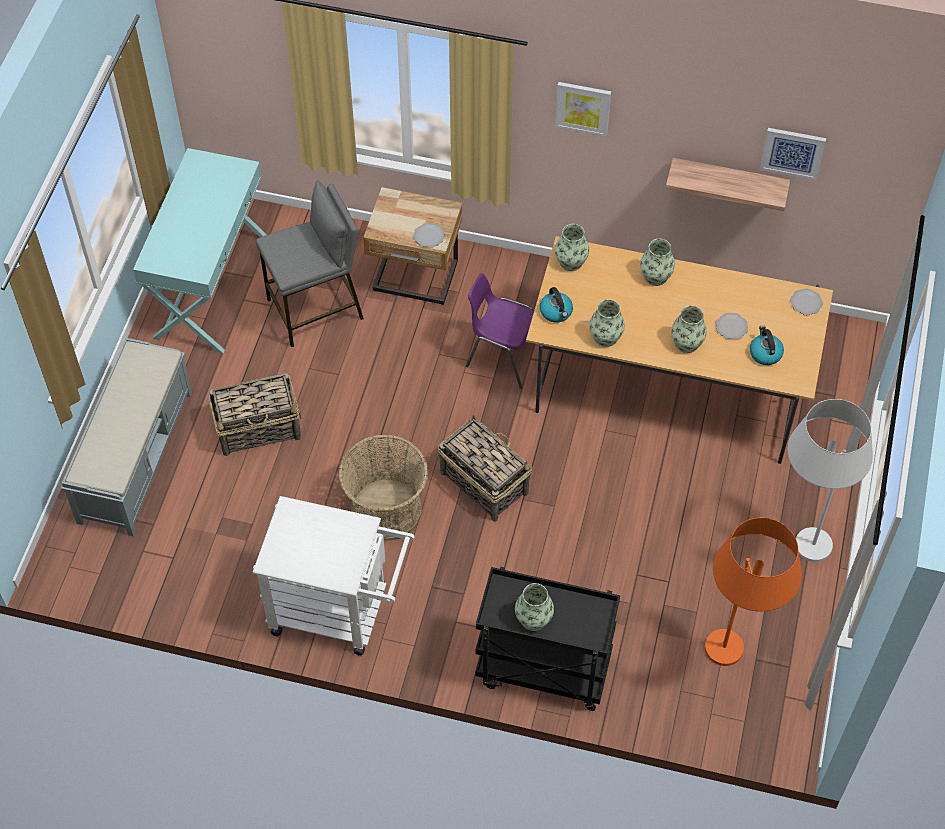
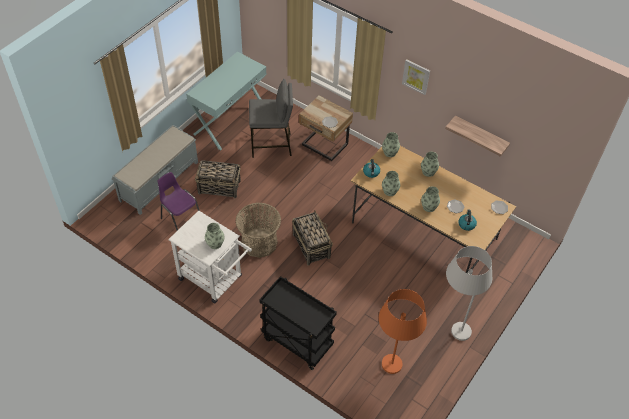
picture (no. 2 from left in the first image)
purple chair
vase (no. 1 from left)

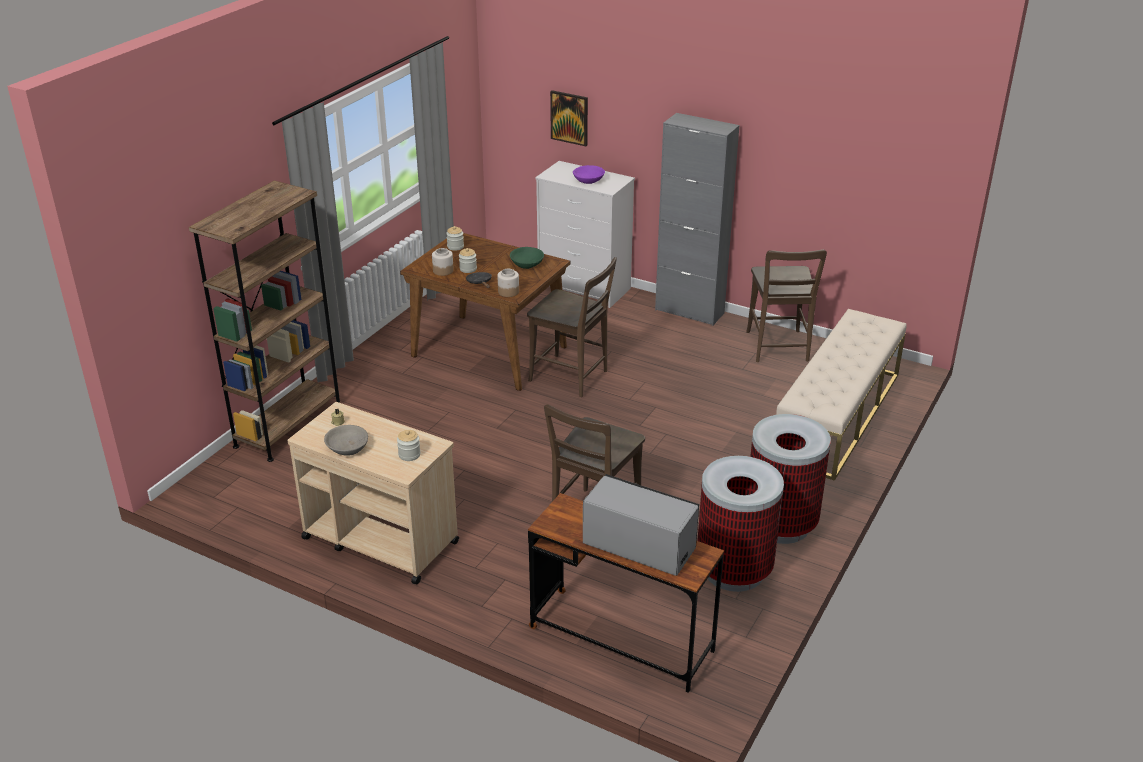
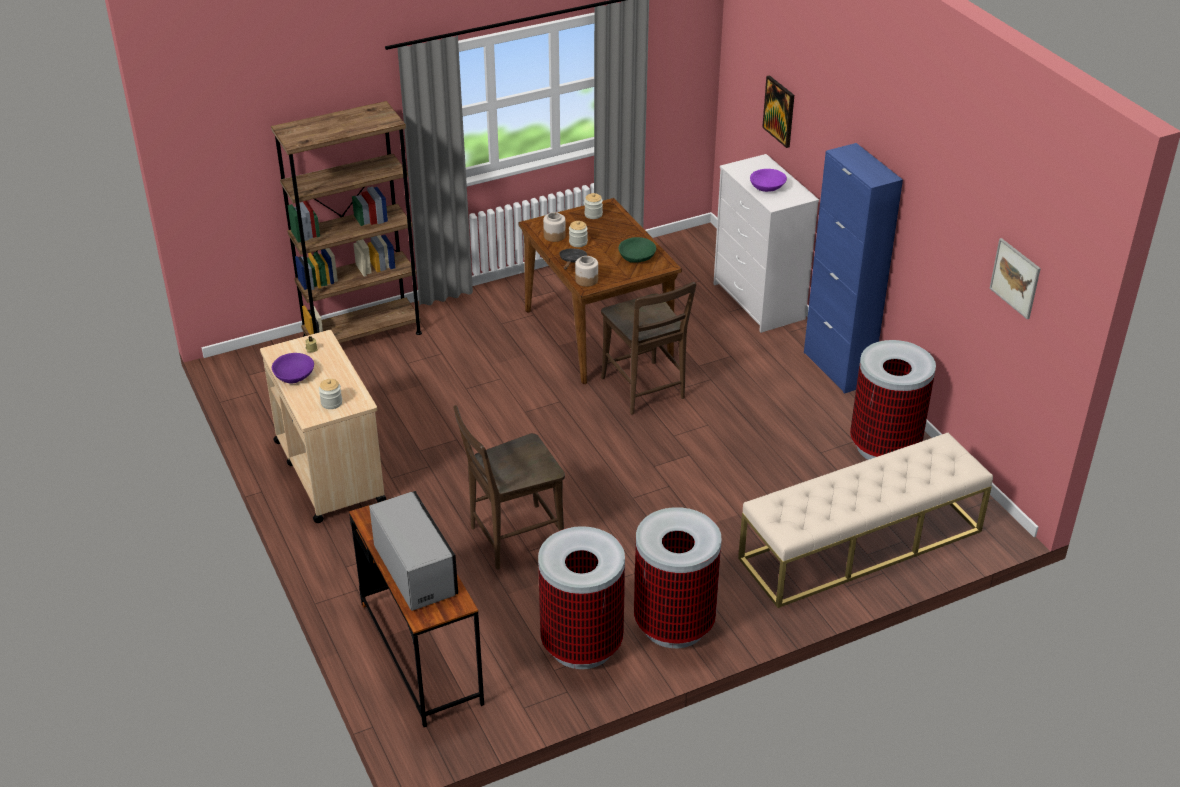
picture (no. 2 from left)
trash can (no. 3 from left)
purple bowl (no. 1 from left)
blue cabinet

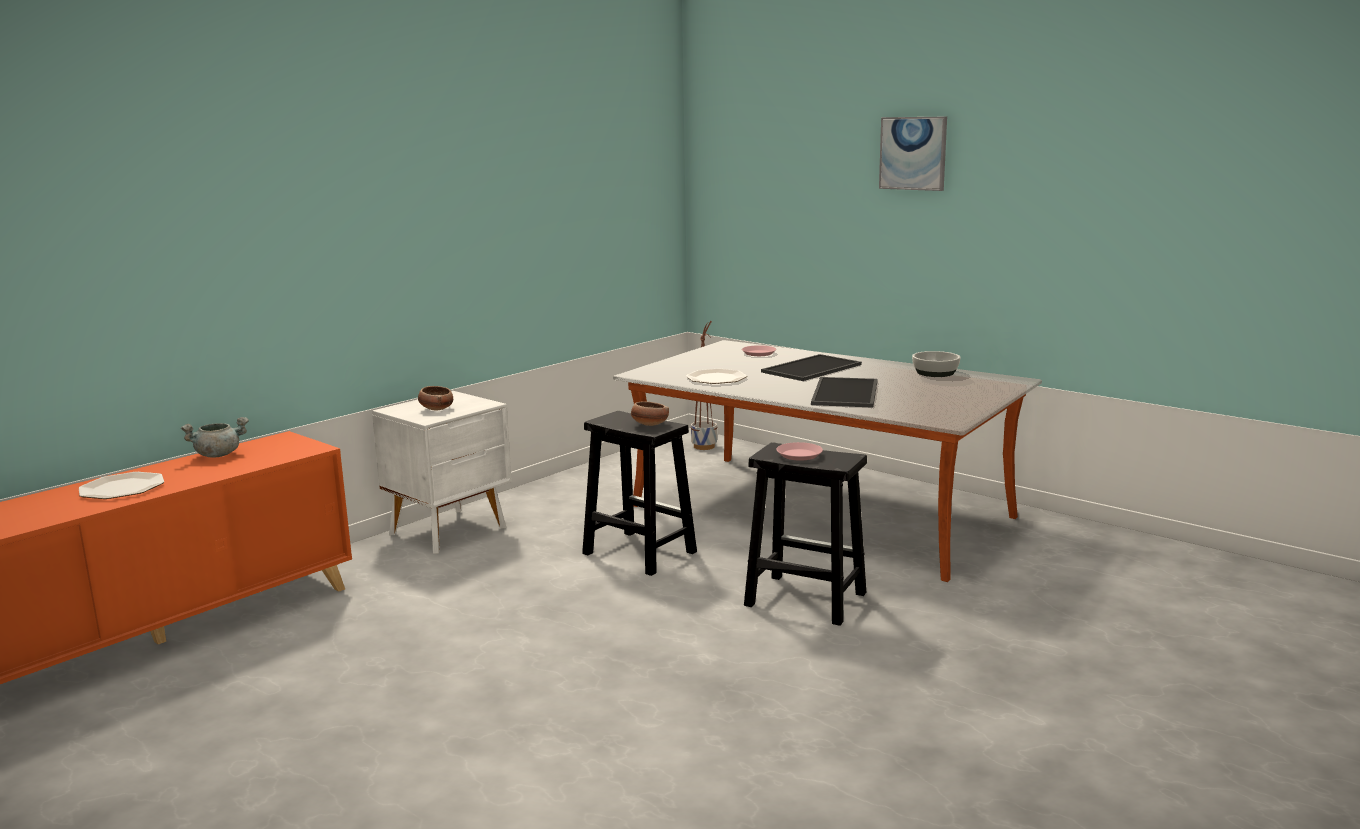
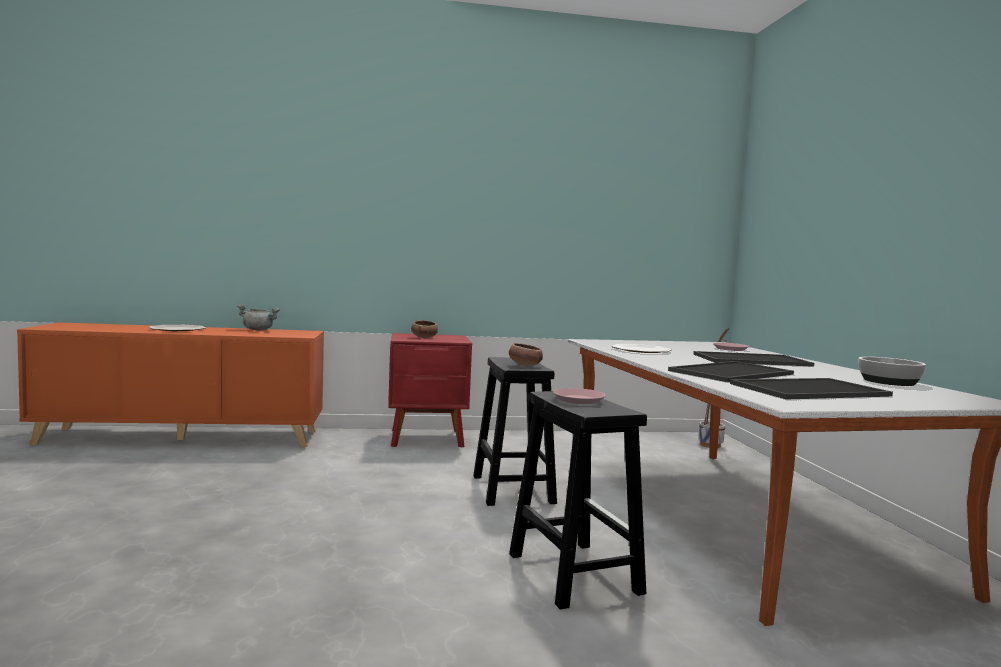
picture
tray (no. 3 from left)
red nightstand

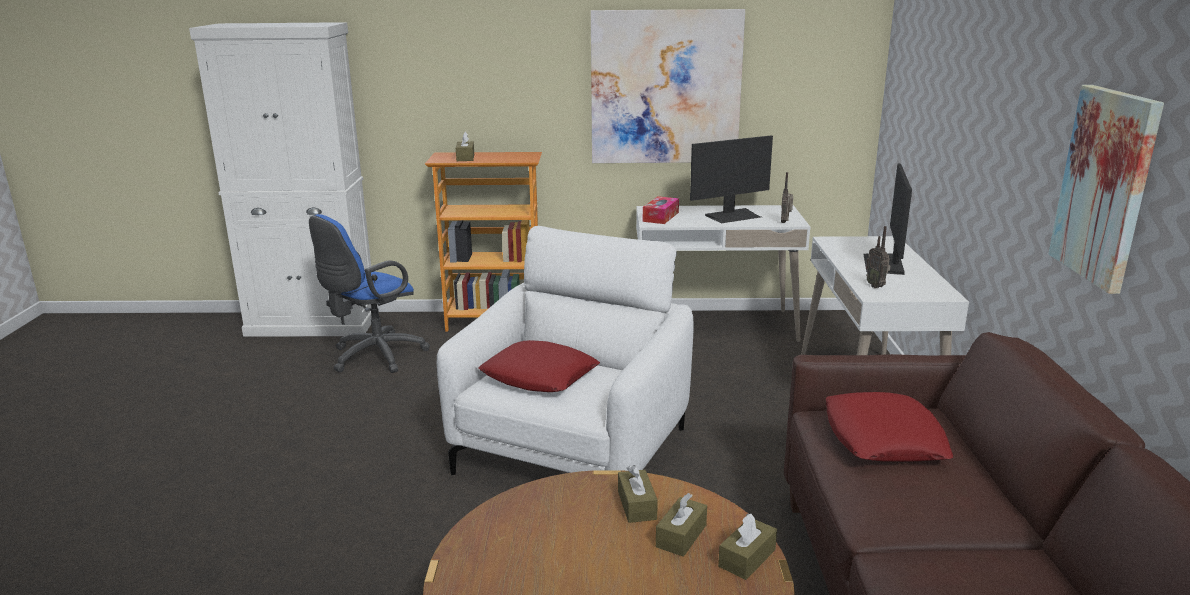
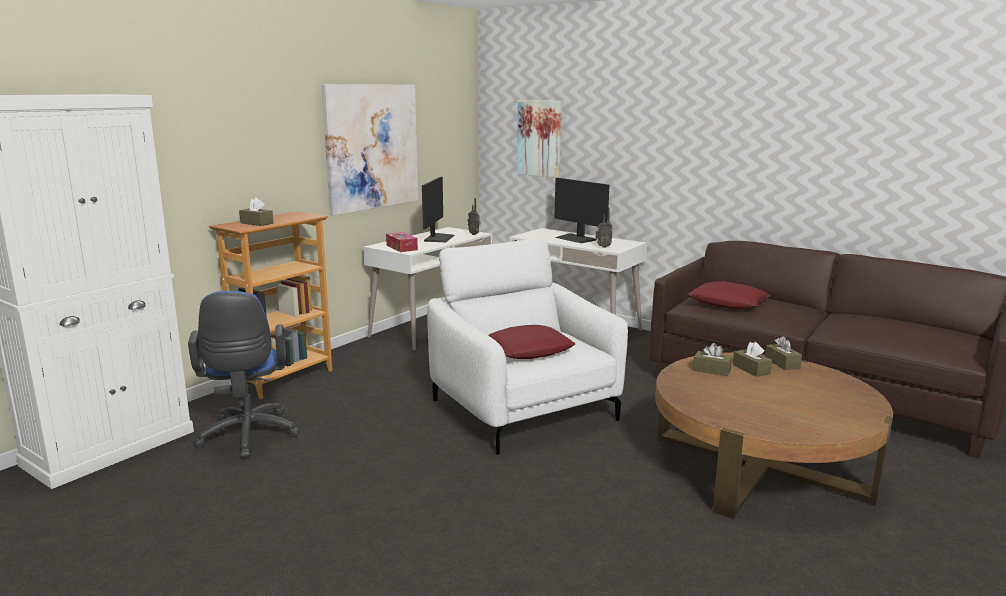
picture (no. 2 from left)

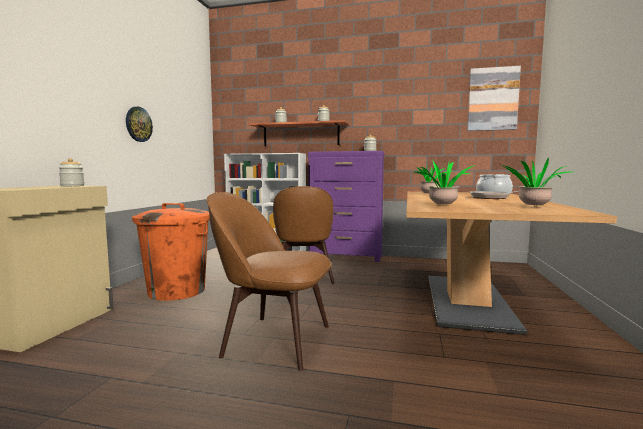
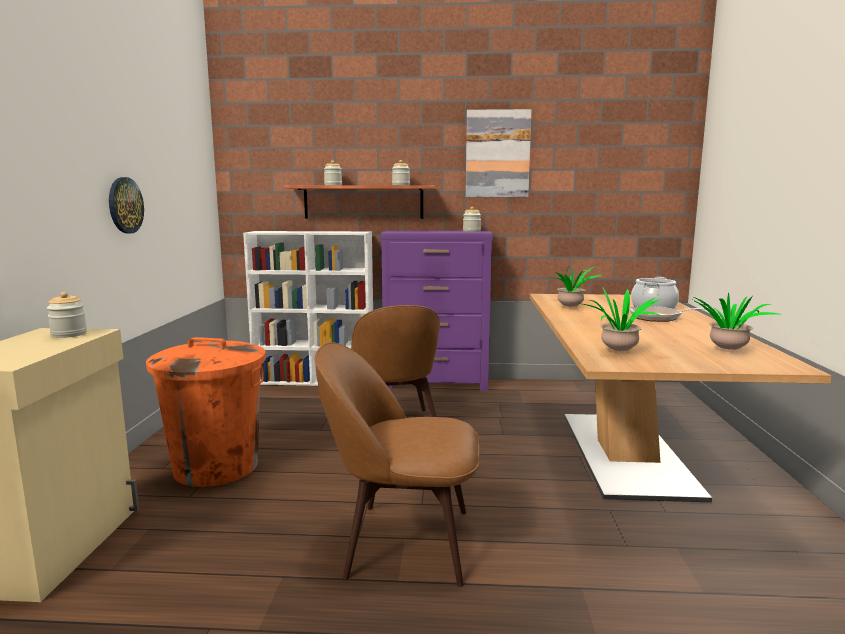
picture

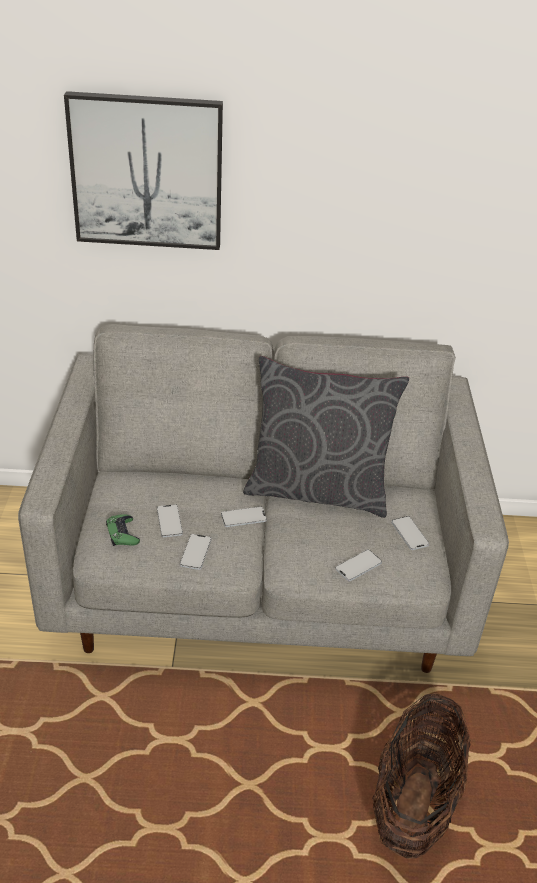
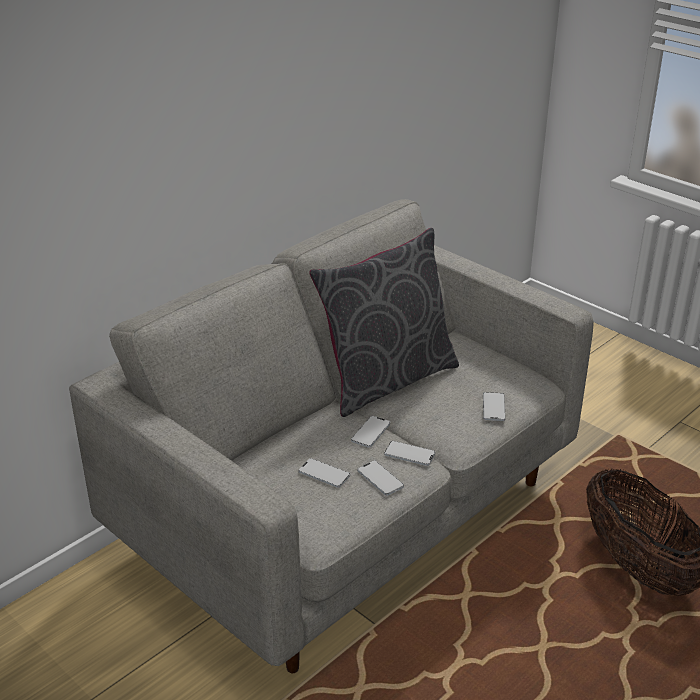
picture
green game controller
phone (no. 4 from left)

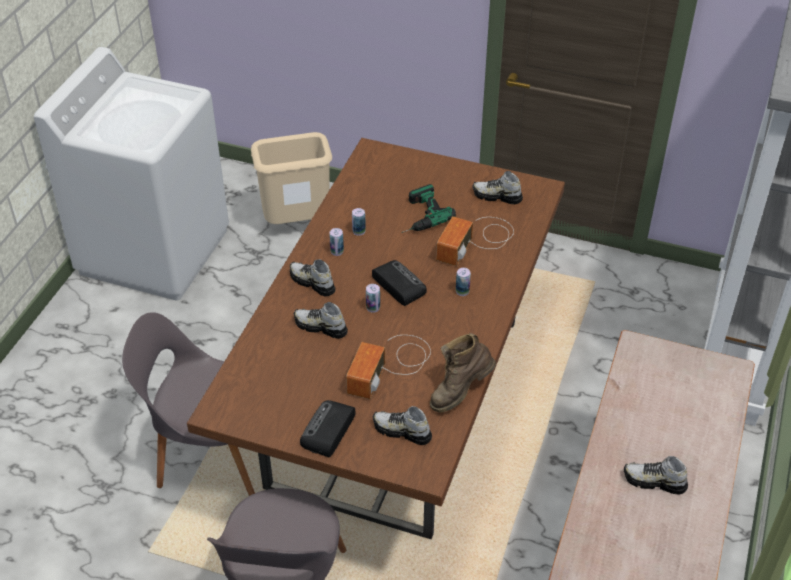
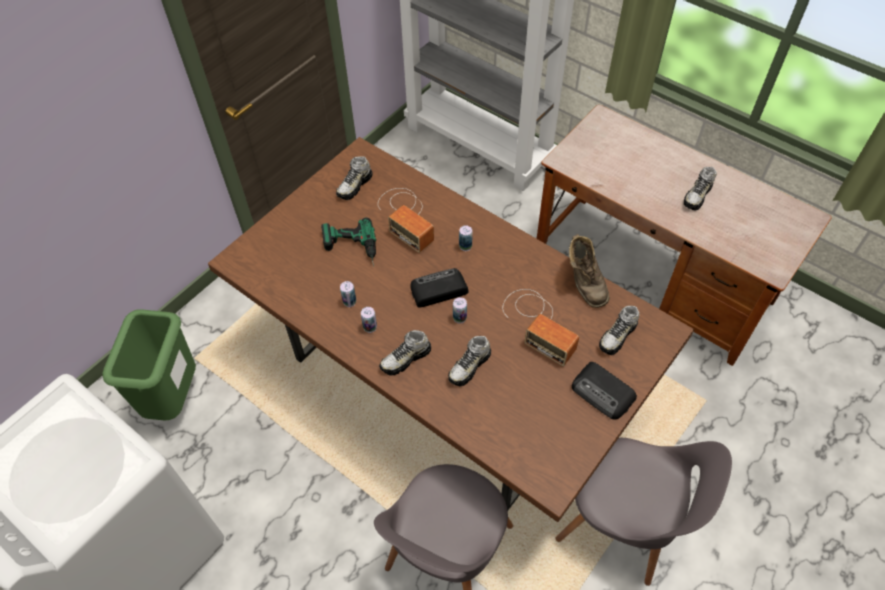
green trash can

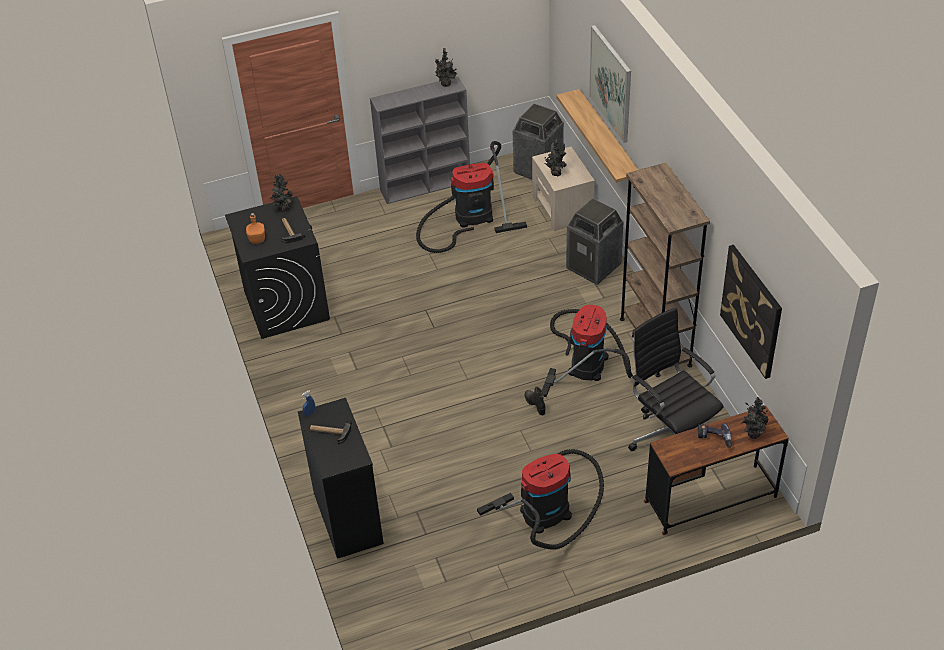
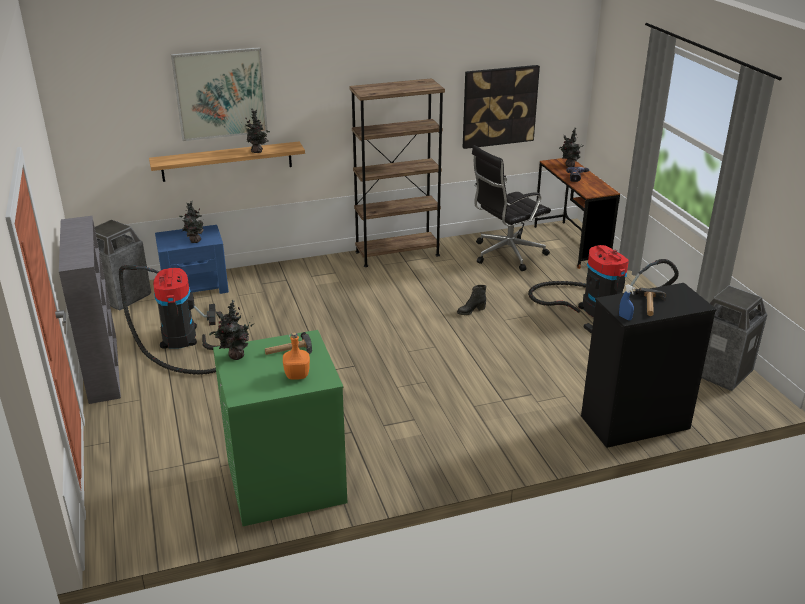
vacuum cleaner (no. 3 from left in the first image)
potted plant (no. 3 from left)
trash can (no. 2 from left)
green washing machine
blue nightstand

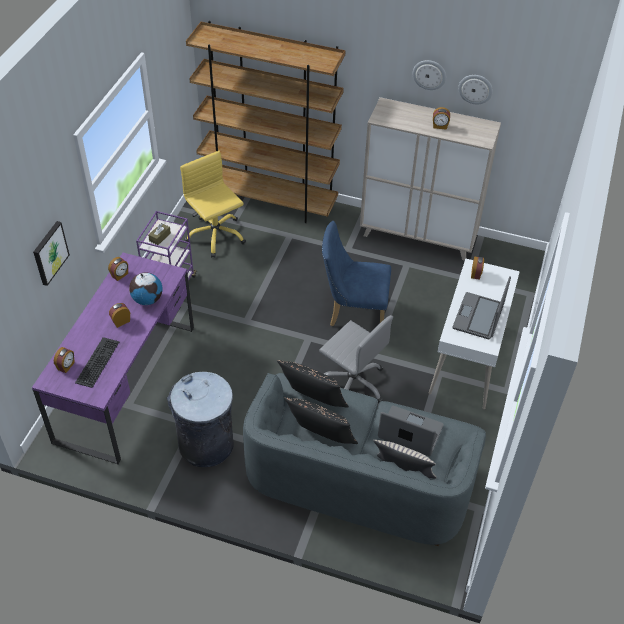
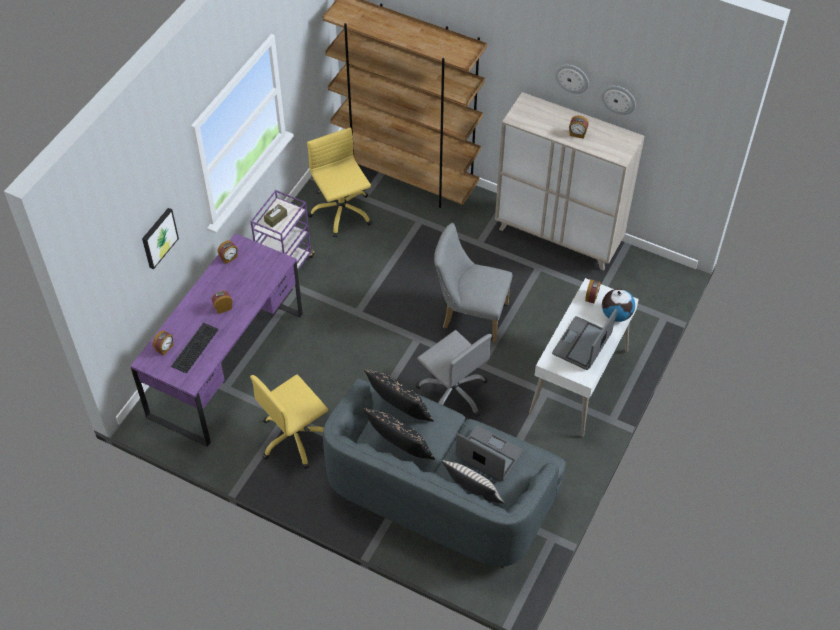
globe
yellow office chair (no. 1 from left)
grey chair

